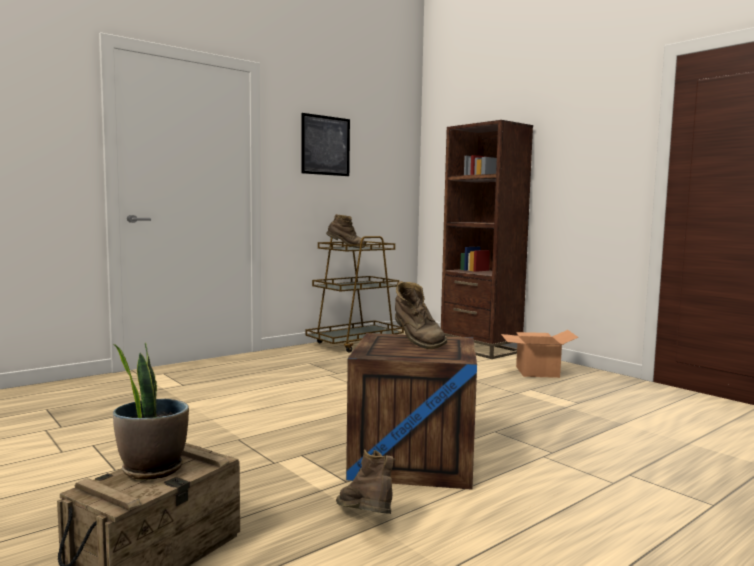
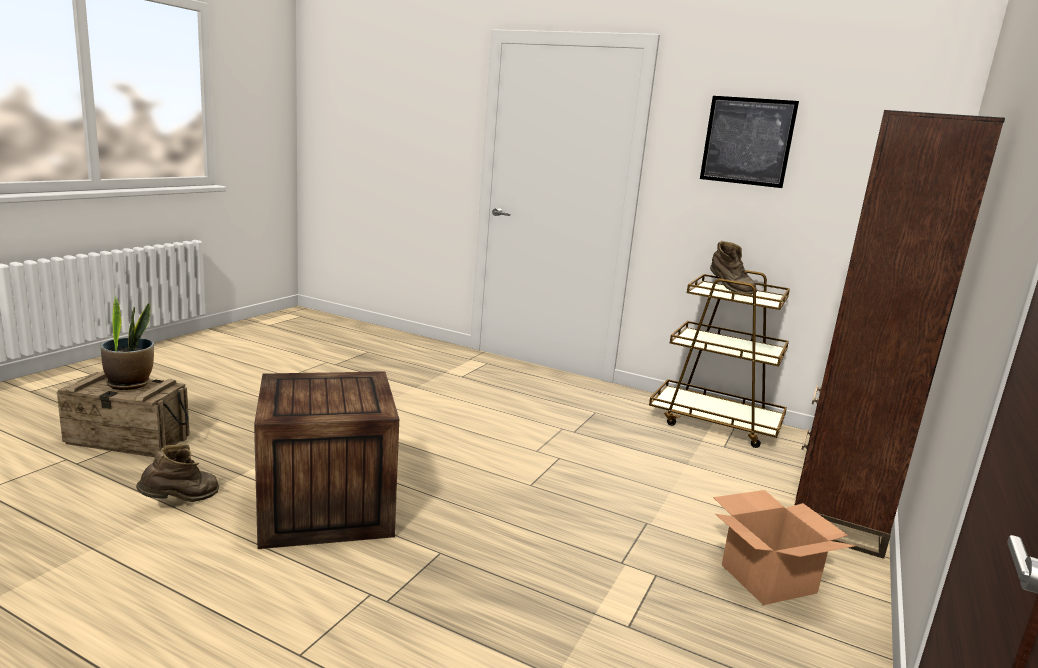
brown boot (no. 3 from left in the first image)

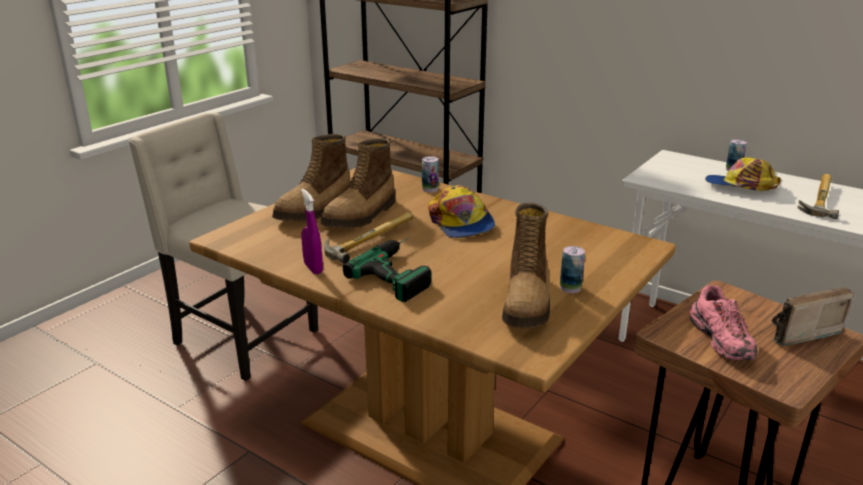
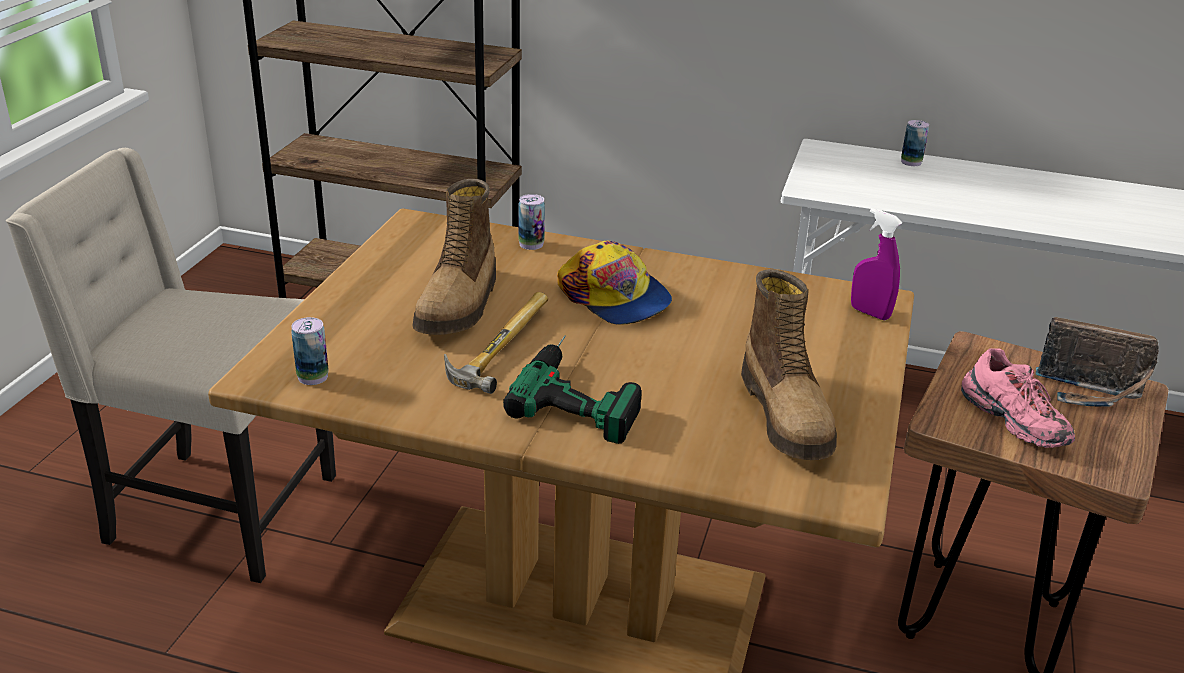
boot (no. 1 from left in the first image)
cap (no. 2 from left in the first image)
hammer (no. 2 from left in the first image)
purple spray bottle
can (no. 1 from left)
radio

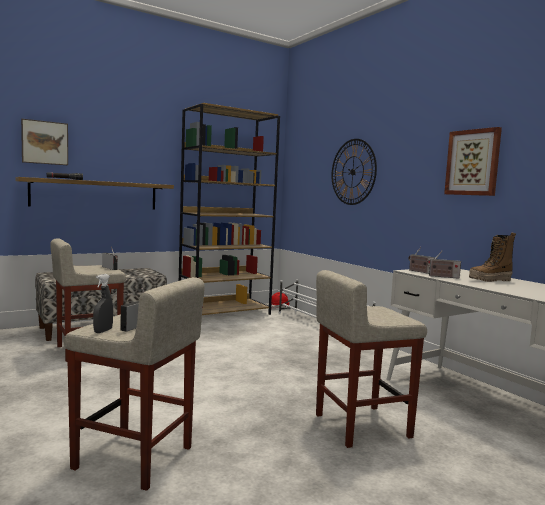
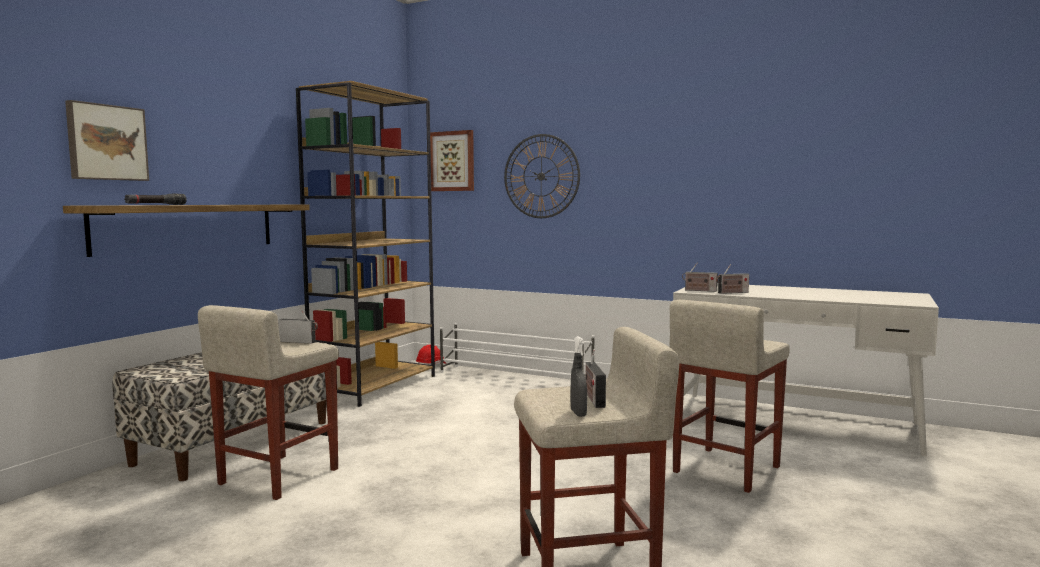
boot
picture (no. 2 from left)

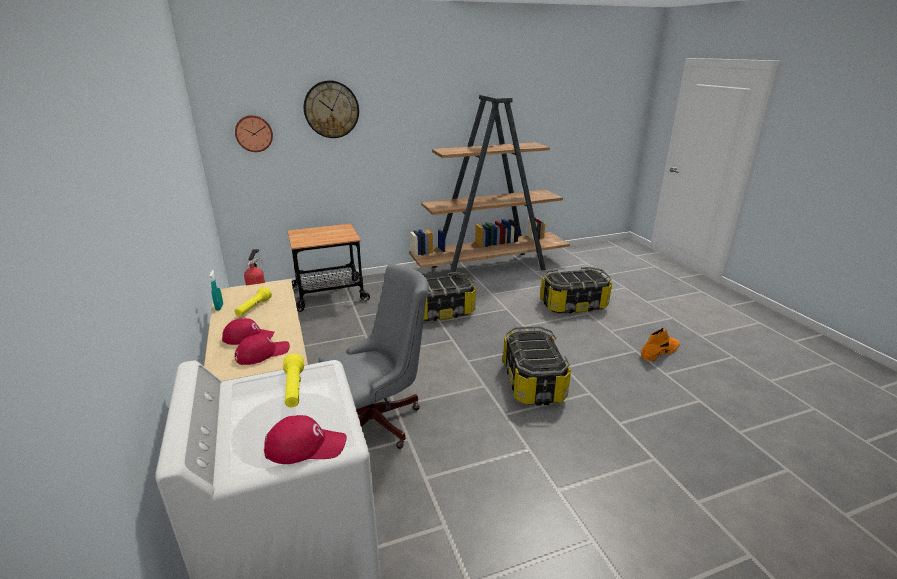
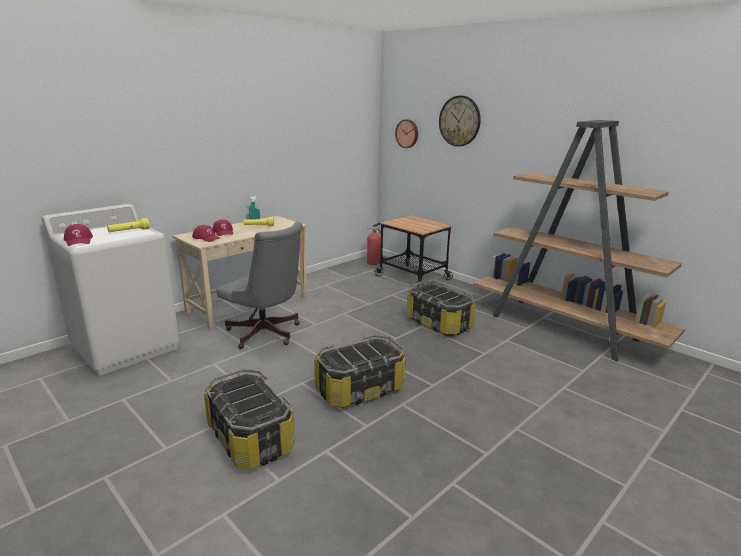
orange boot
storage box (no. 1 from left)

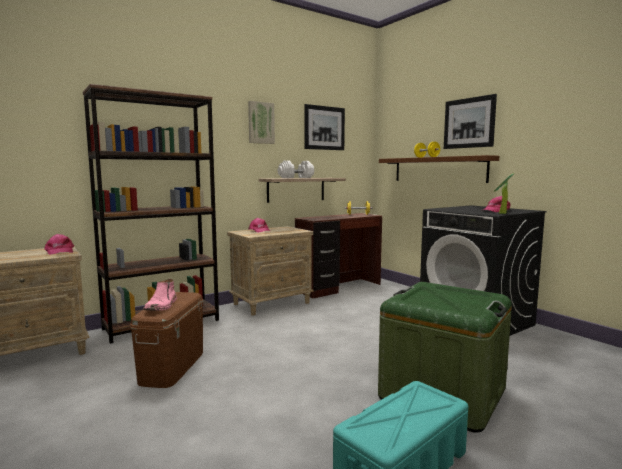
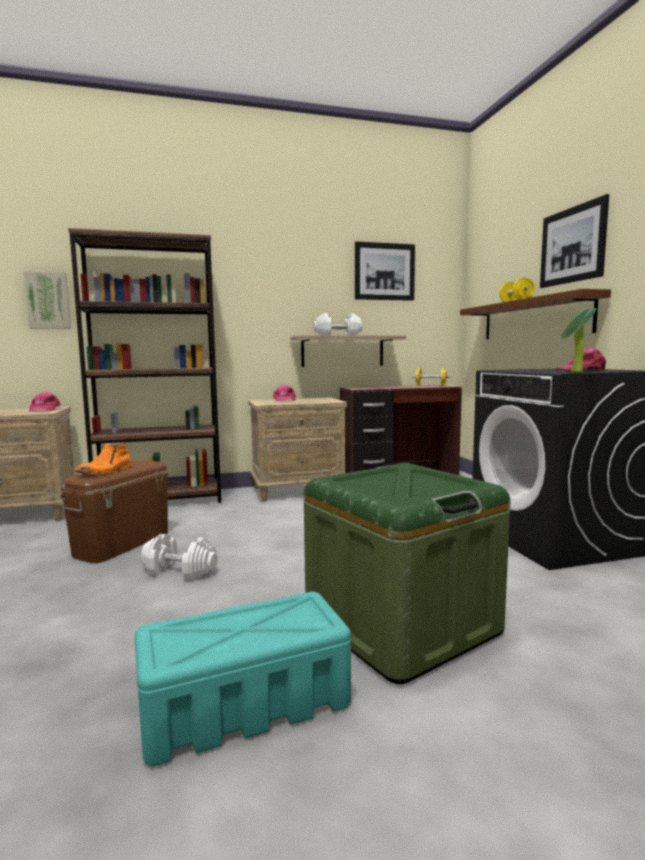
white dumbbell (no. 1 from left)
picture (no. 1 from left)
orange boot

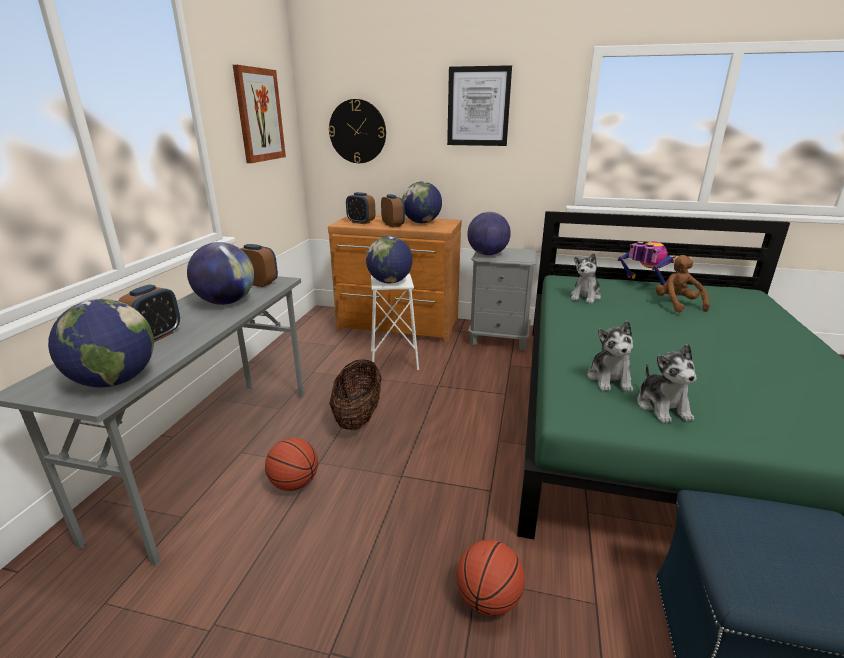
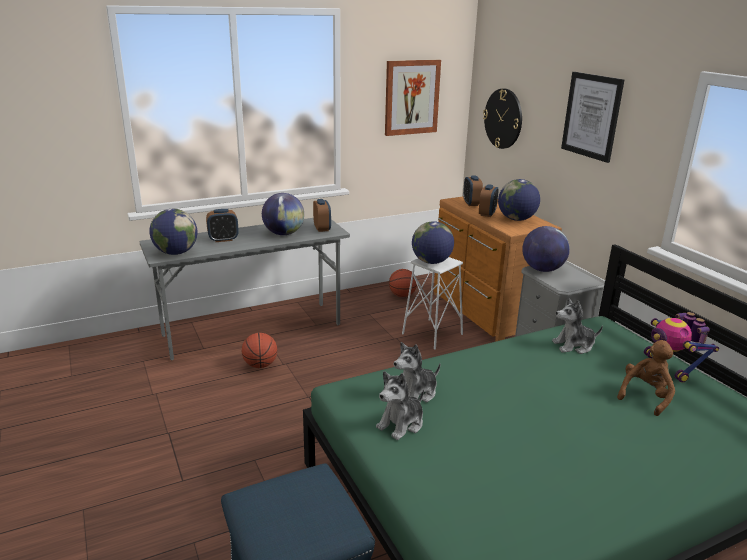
basket
basketball (no. 2 from left)
toy robot

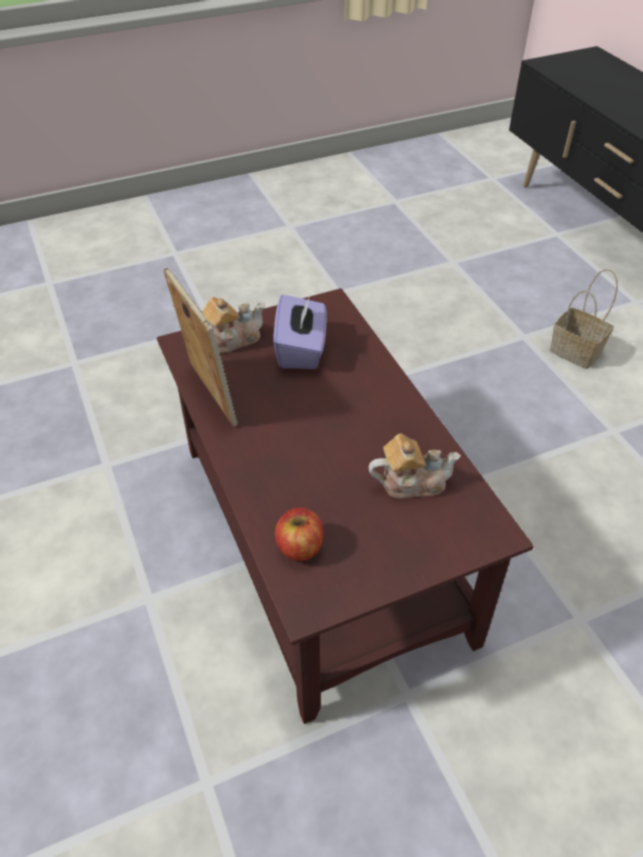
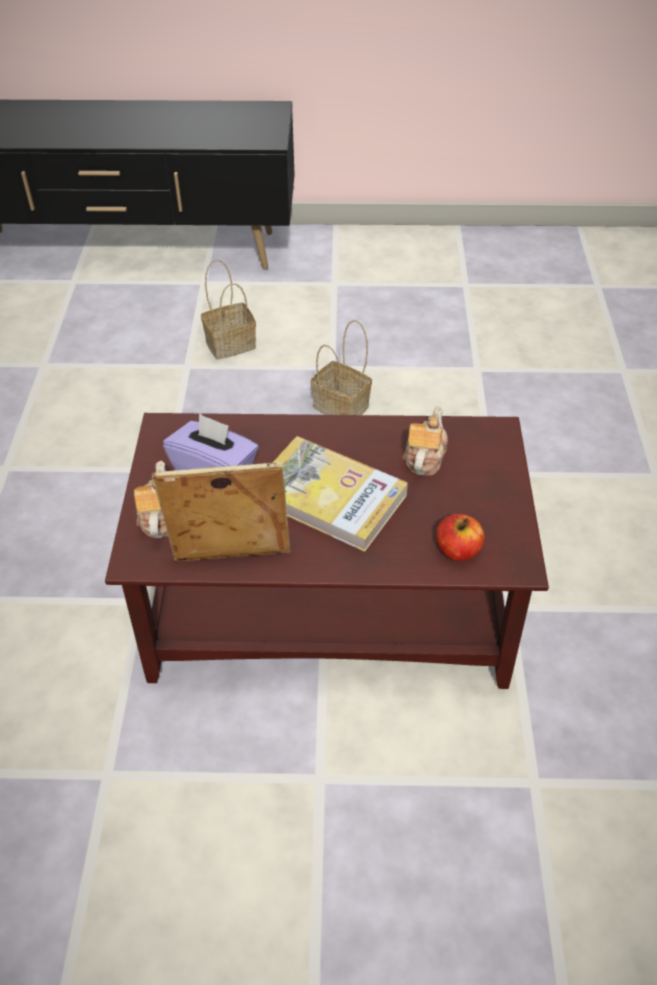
book
basket (no. 2 from left)

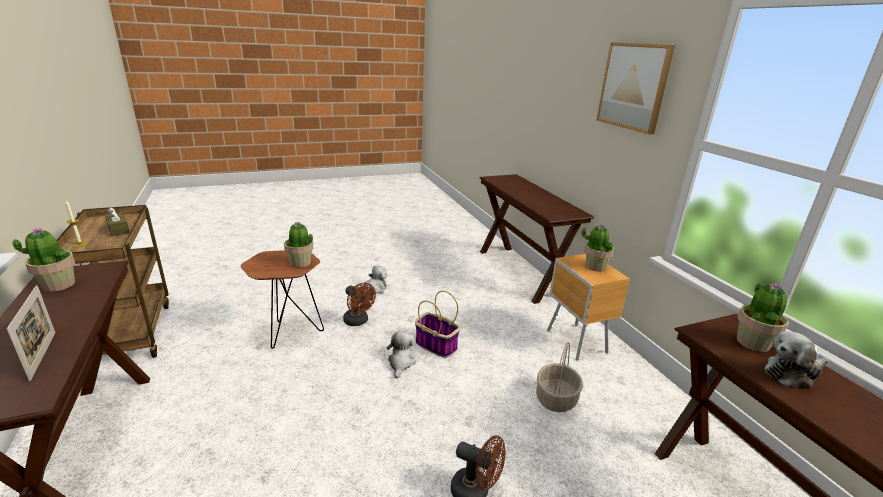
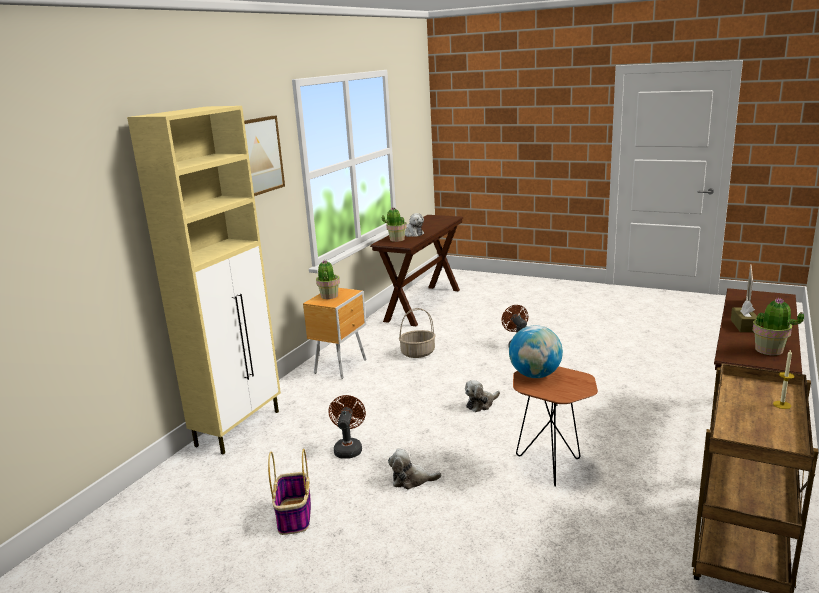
brown tissue box
brown fan (no. 1 from left)
basket (no. 1 from left)
globe
beige cabinet

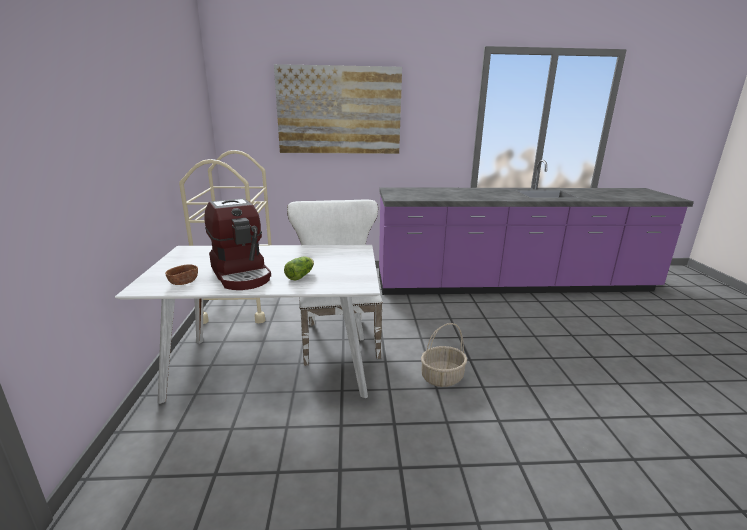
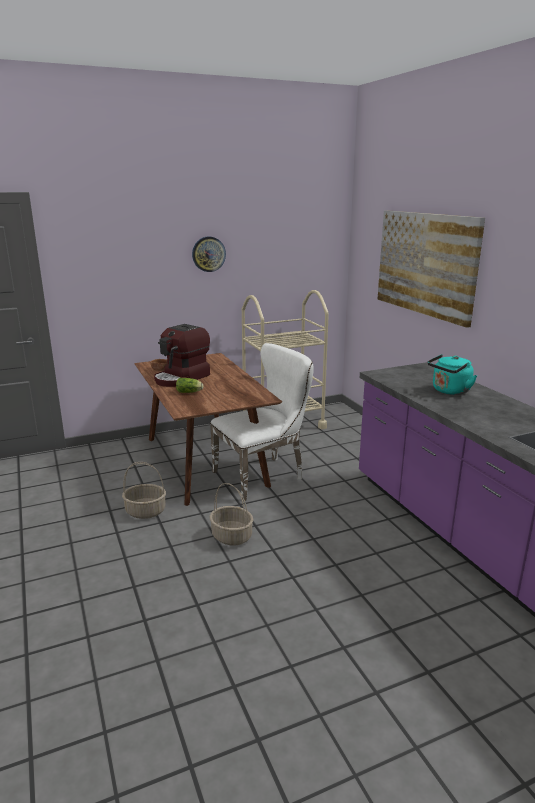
basket (no. 1 from left)
wall clock
turquoise kettle
brown dining table

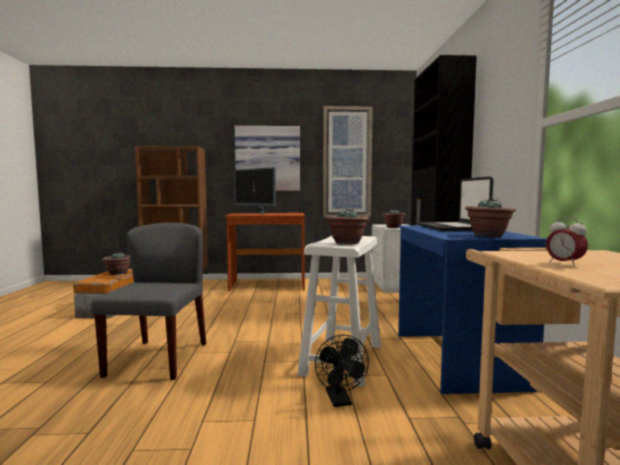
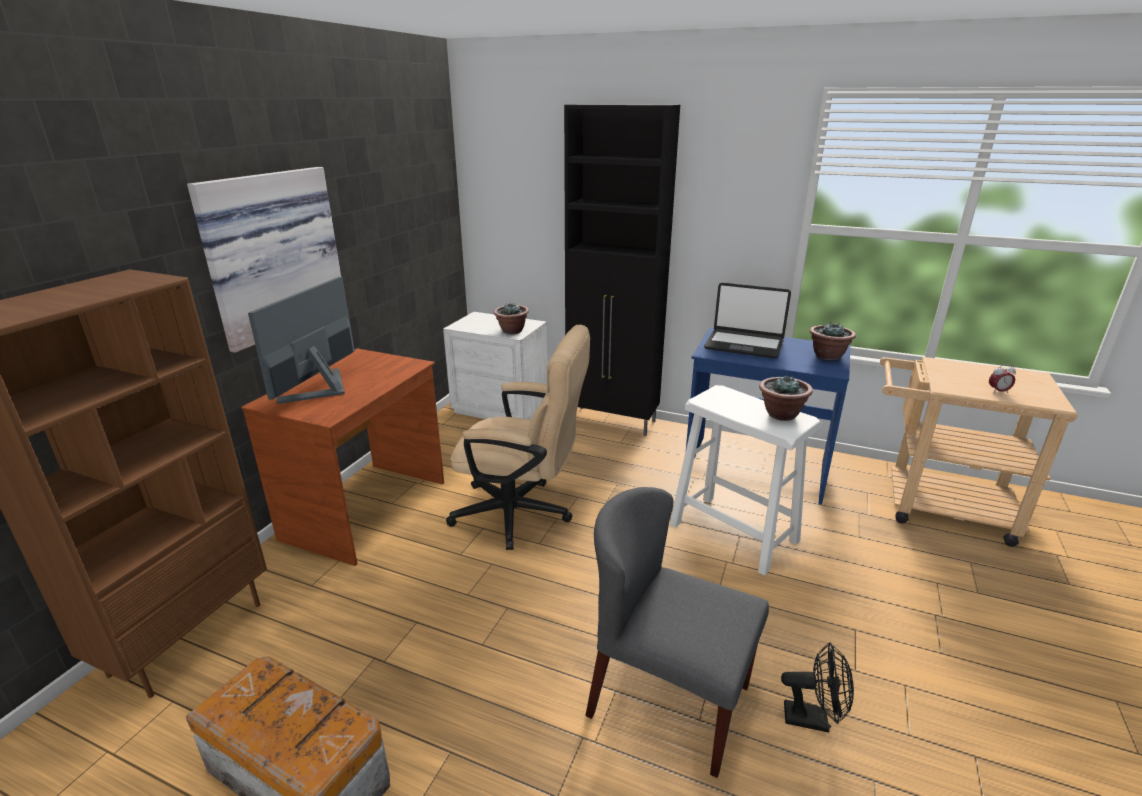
potted plant (no. 1 from left in the first image)
picture (no. 2 from left in the first image)
beige office chair
black fan
monitor

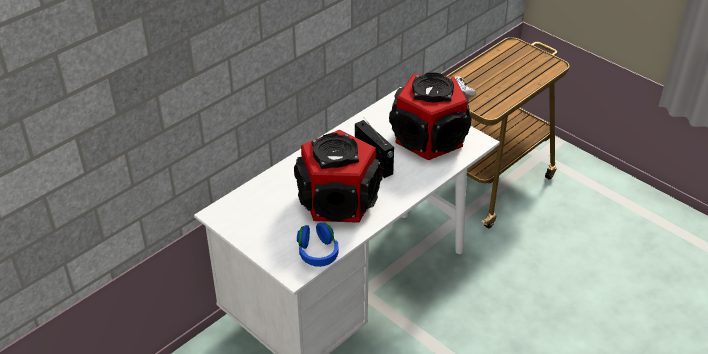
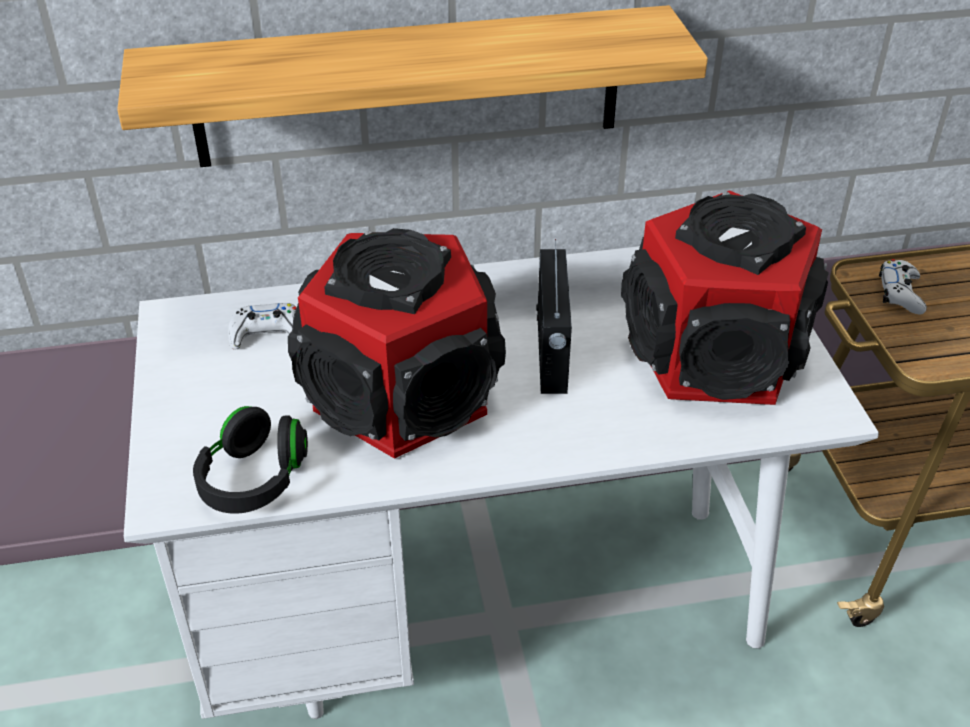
shelf
white game controller (no. 1 from left)
black headphones

